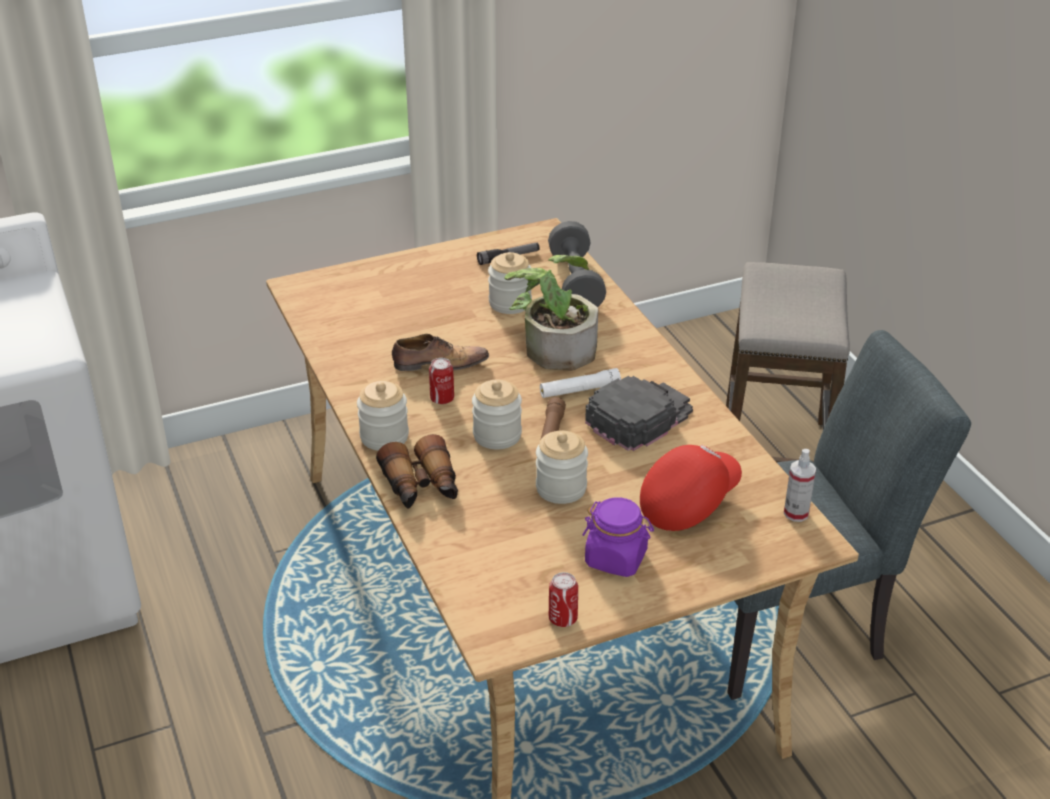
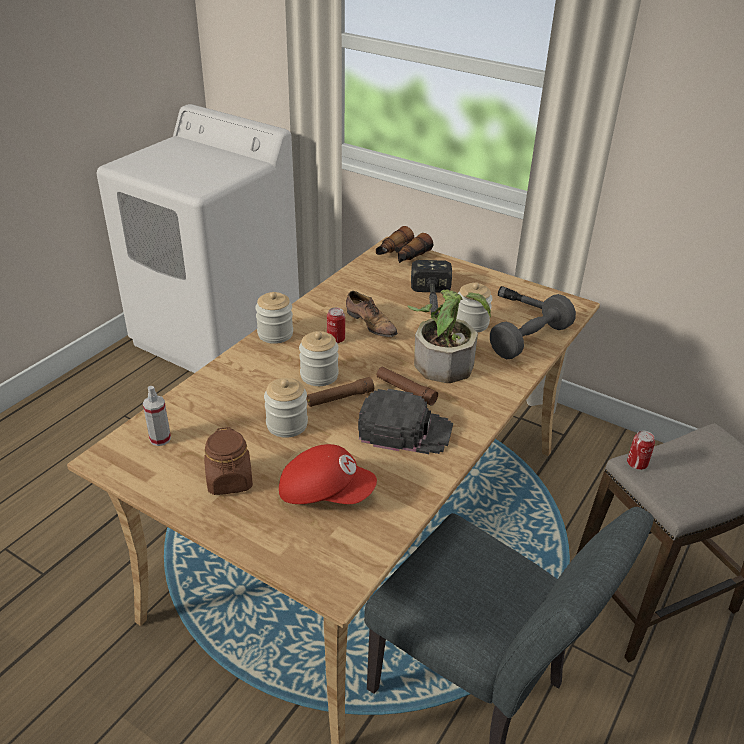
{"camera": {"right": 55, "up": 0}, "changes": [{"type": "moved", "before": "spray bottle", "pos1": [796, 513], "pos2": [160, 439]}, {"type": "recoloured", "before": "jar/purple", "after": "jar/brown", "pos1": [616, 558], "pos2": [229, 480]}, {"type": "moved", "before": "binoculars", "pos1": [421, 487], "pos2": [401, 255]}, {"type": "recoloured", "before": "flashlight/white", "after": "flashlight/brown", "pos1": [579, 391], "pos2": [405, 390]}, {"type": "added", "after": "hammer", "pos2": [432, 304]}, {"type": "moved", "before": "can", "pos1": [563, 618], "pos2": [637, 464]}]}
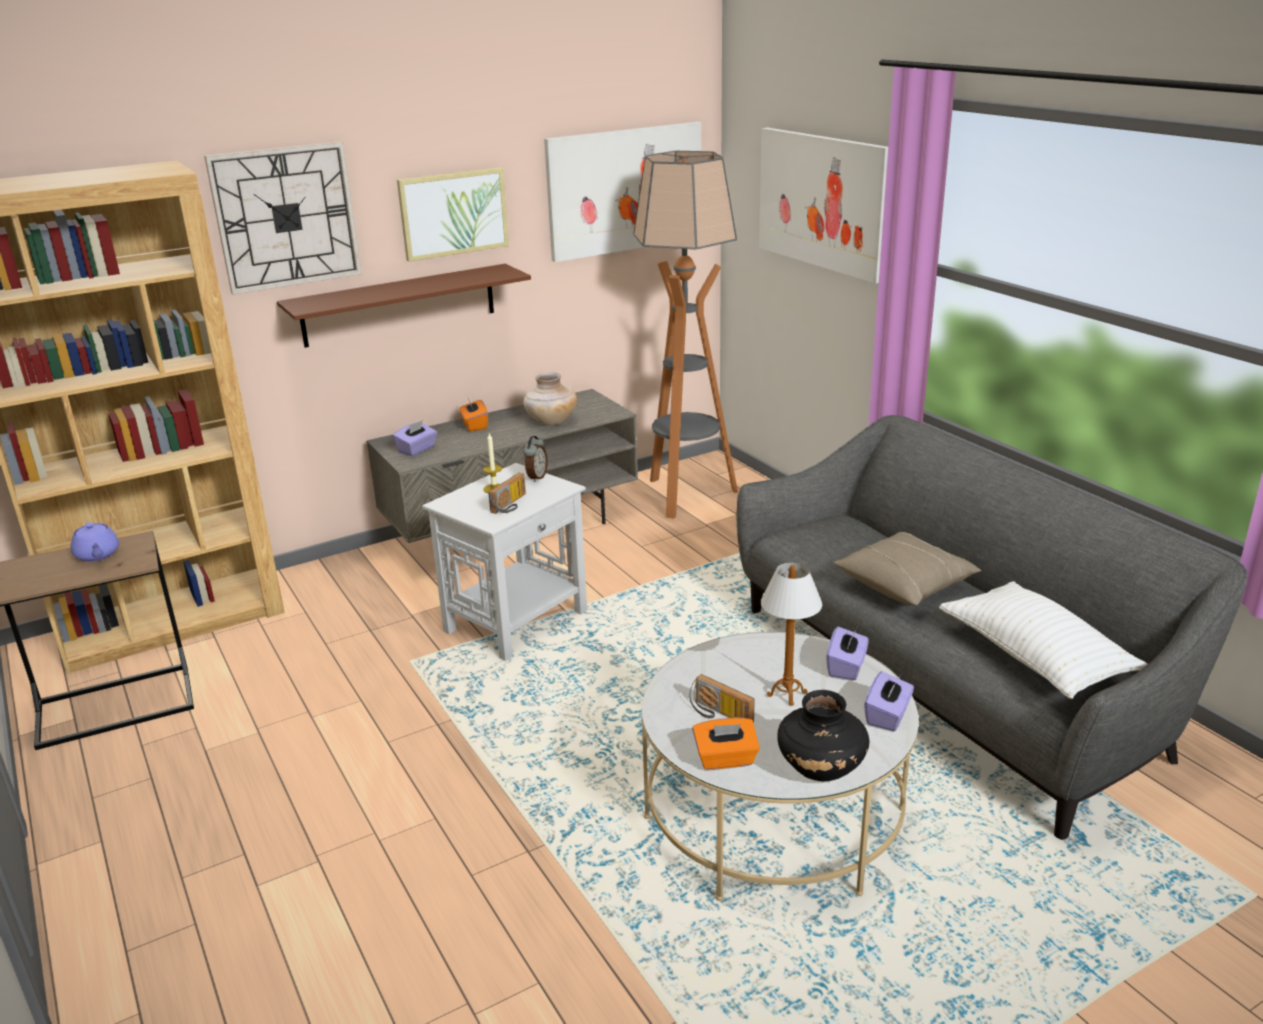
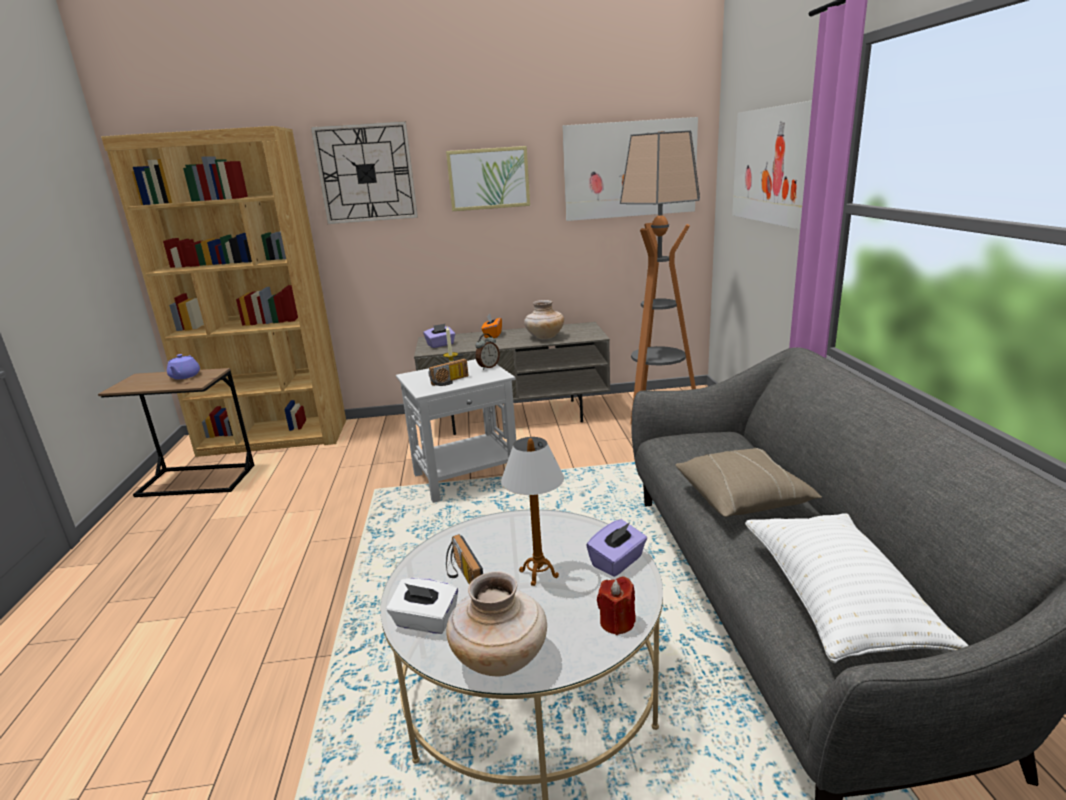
{"camera": {"right": 25, "up": -5}, "changes": [{"type": "recoloured", "before": "tissue box/orange", "after": "tissue box/white", "pos1": [725, 759], "pos2": [425, 621]}, {"type": "recoloured", "before": "vase/black", "after": "vase/beige", "pos1": [820, 768], "pos2": [500, 659]}, {"type": "replaced", "before": "tissue box/purple", "after": "candle/red", "pos1": [888, 716], "pos2": [617, 622]}, {"type": "removed", "before": "shelf/brown", "pos1": [399, 305]}]}
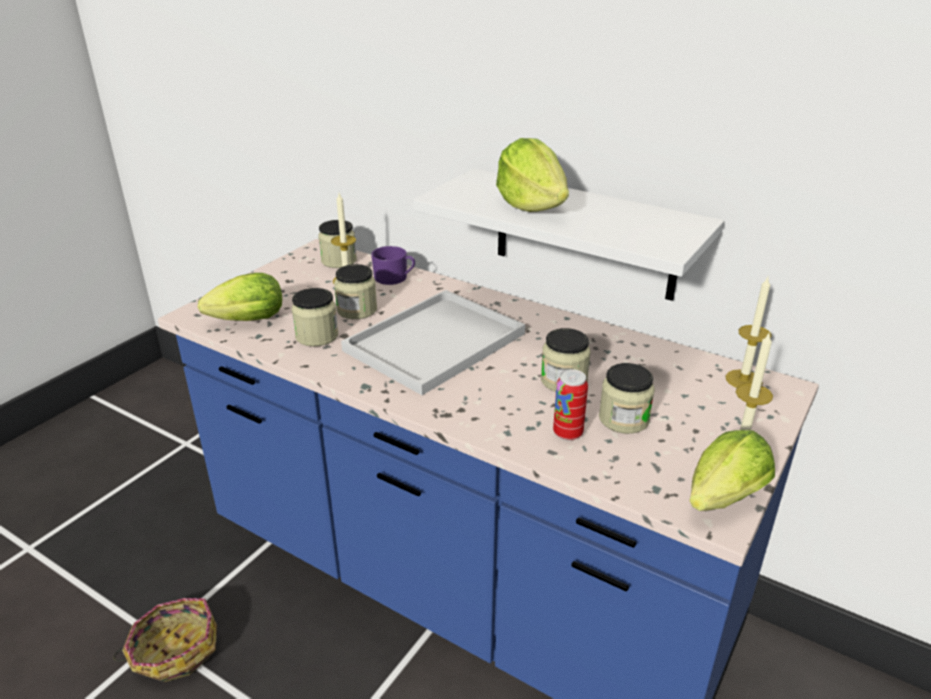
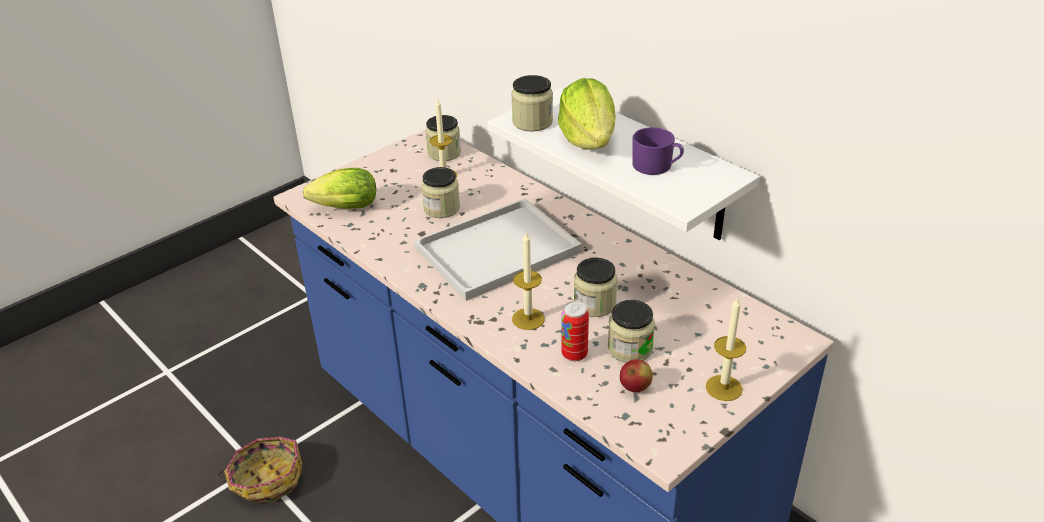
{"camera": {"right": 15, "up": 5}, "changes": [{"type": "moved", "before": "jar", "pos1": [317, 336], "pos2": [532, 122]}, {"type": "moved", "before": "candle", "pos1": [743, 380], "pos2": [528, 319]}, {"type": "added", "after": "apple", "pos2": [635, 388]}, {"type": "moved", "before": "mug/purple", "pos1": [394, 278], "pos2": [656, 166]}, {"type": "removed", "before": "lettuce", "pos1": [720, 501]}]}
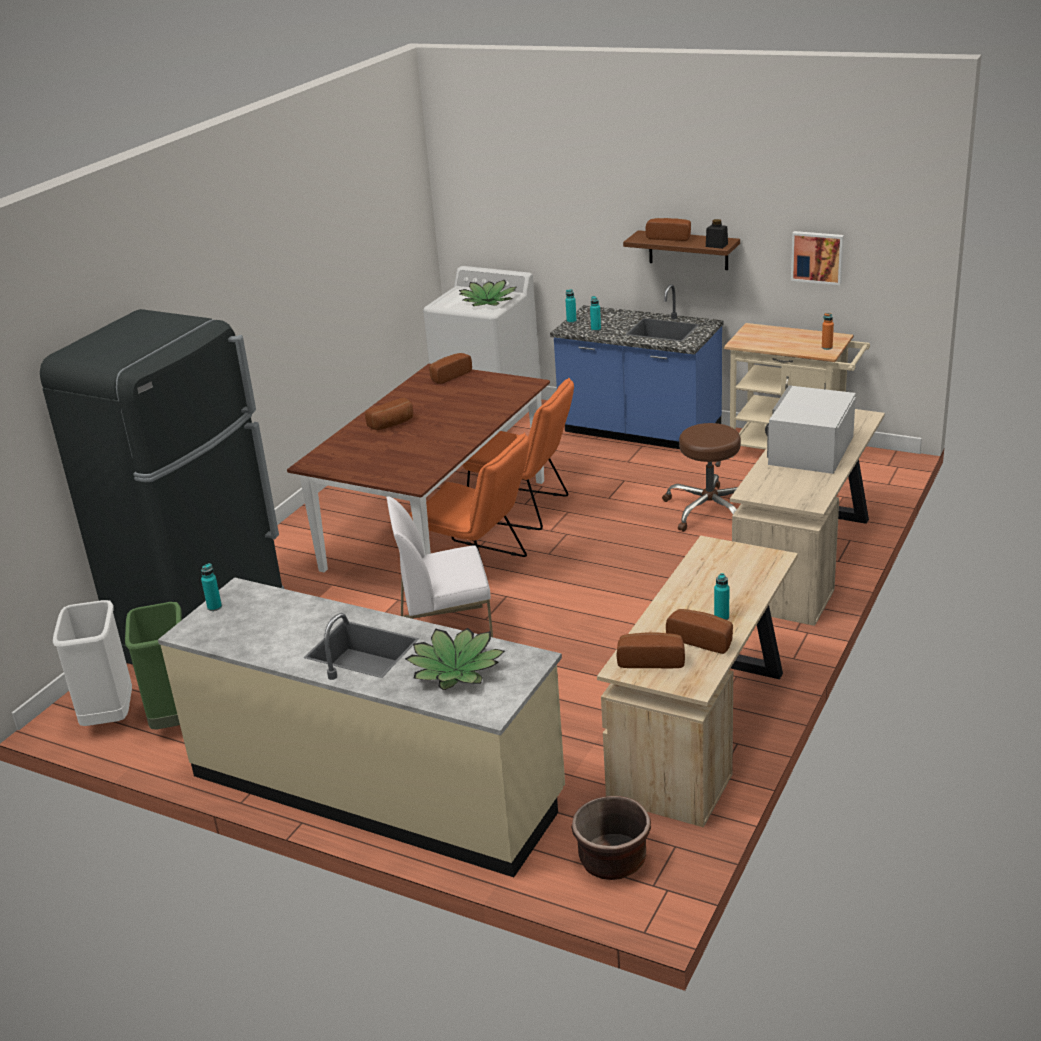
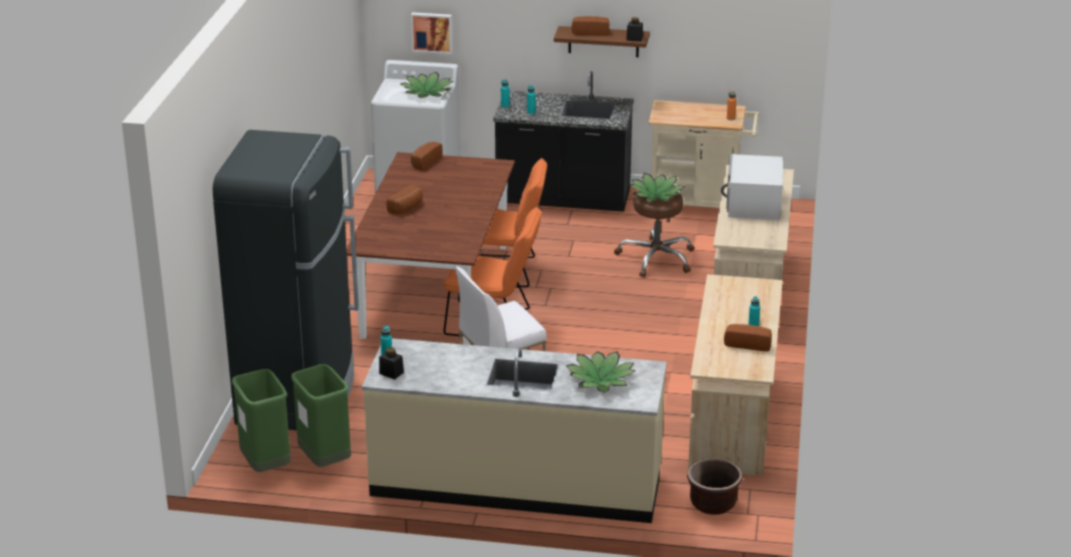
{"camera": {"right": -20, "up": 0}, "changes": [{"type": "recoloured", "before": "trash can/white", "after": "trash can/green", "pos1": [110, 718], "pos2": [266, 466]}, {"type": "added", "after": "jar/black", "pos2": [391, 373]}, {"type": "moved", "before": "picture", "pos1": [817, 257], "pos2": [432, 32]}, {"type": "recoloured", "before": "counter/blue", "after": "counter/black", "pos1": [639, 432], "pos2": [563, 198]}, {"type": "added", "after": "potted plant", "pos2": [656, 195]}, {"type": "removed", "before": "bread", "pos1": [651, 660]}]}
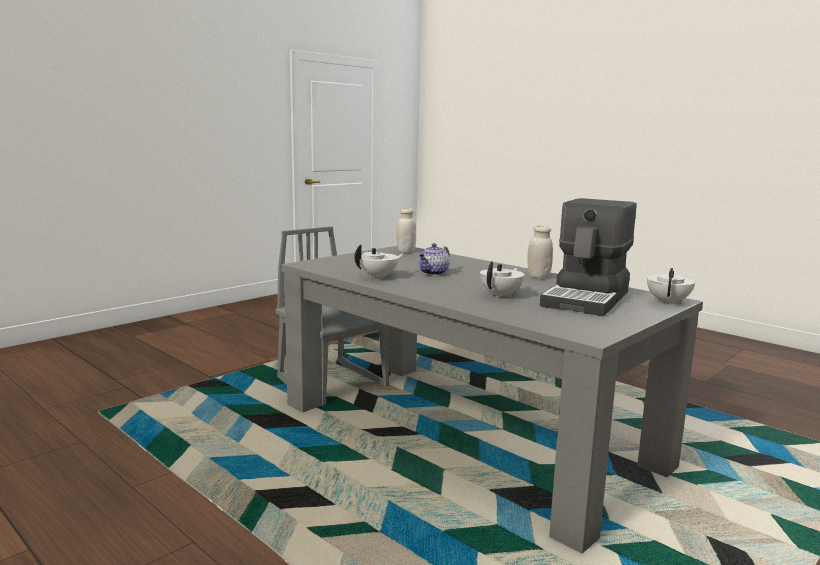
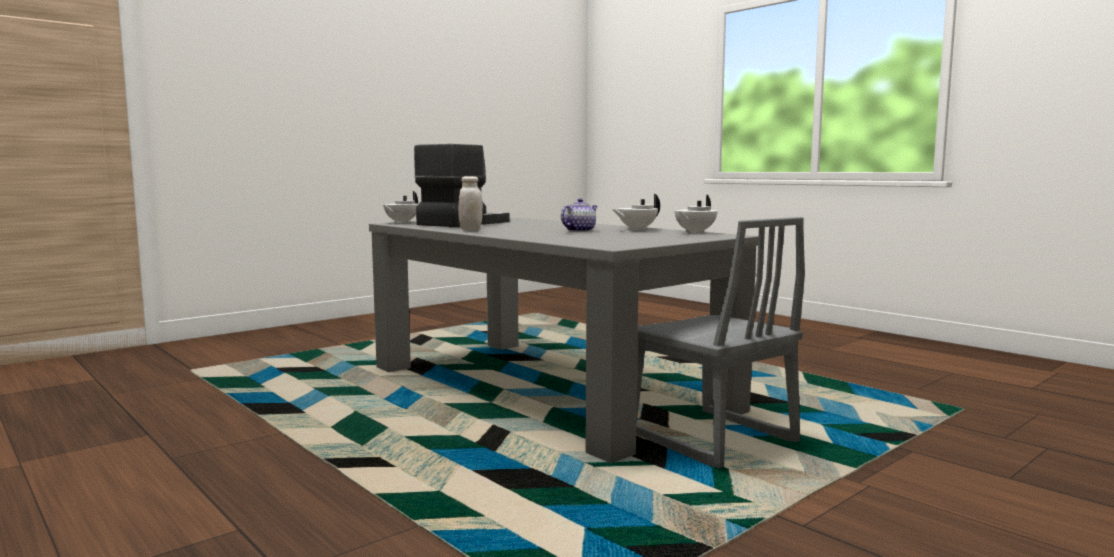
{"camera": {"right": -175, "up": -5}, "changes": [{"type": "moved", "before": "teapot/white", "pos1": [501, 295], "pos2": [694, 232]}, {"type": "removed", "before": "jar/white", "pos1": [406, 251]}]}
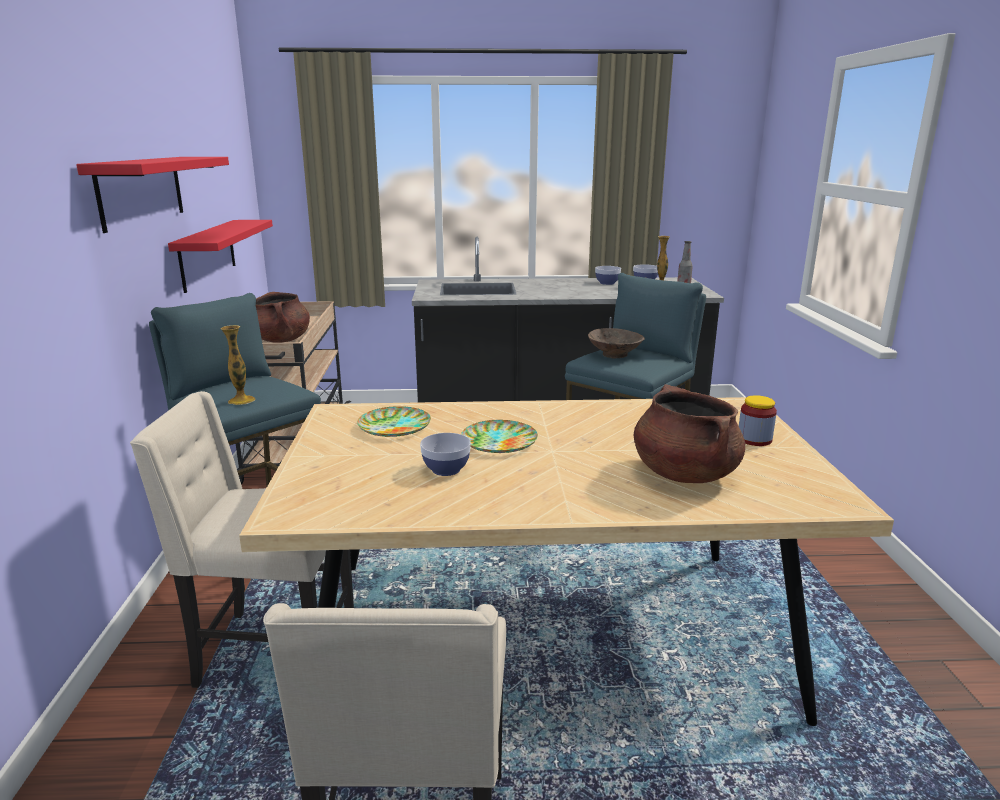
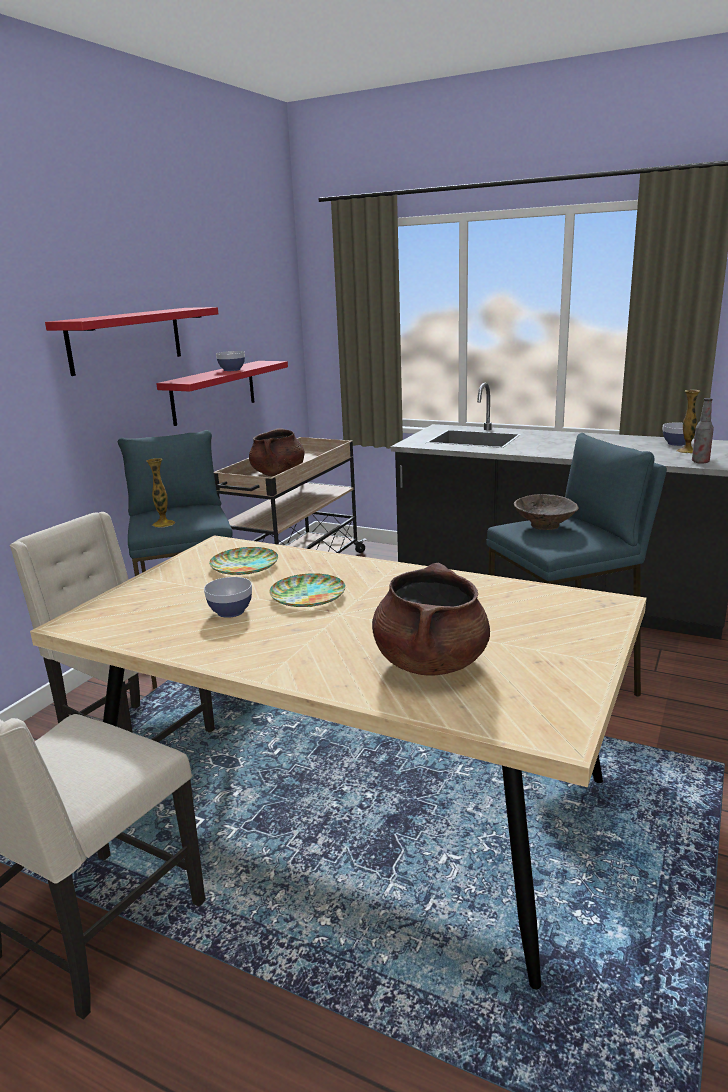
{"camera": {"right": 30, "up": 0}, "changes": [{"type": "moved", "before": "bowl", "pos1": [607, 283], "pos2": [232, 370]}, {"type": "removed", "before": "jar", "pos1": [754, 439]}]}
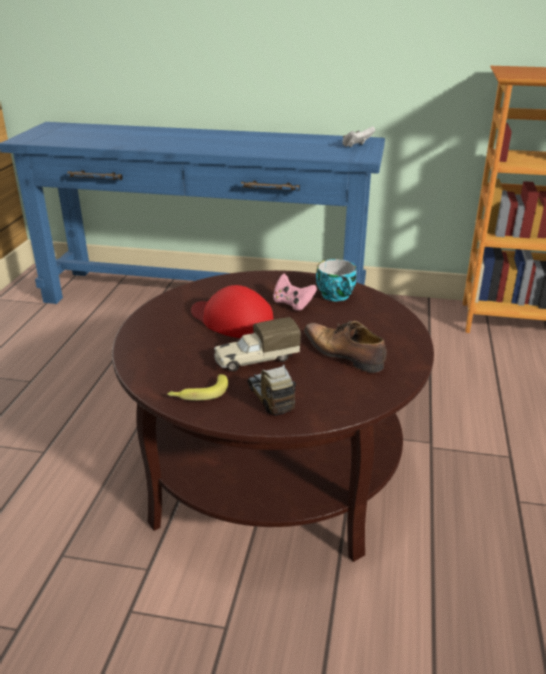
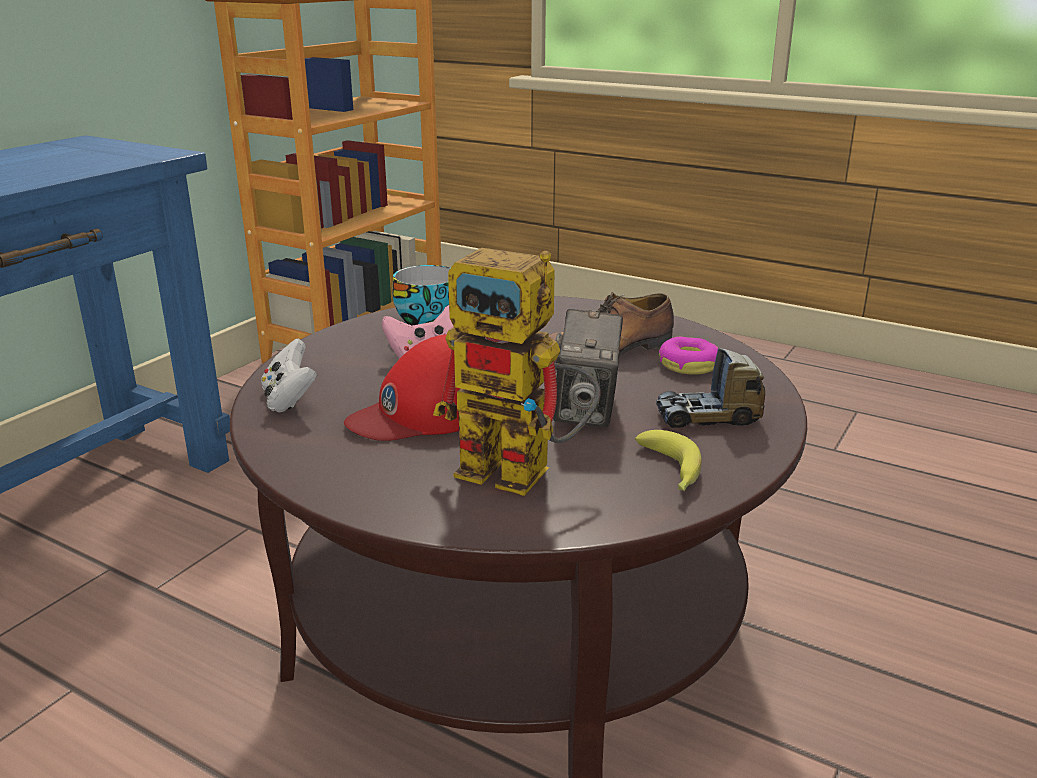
{"camera": {"right": -70, "up": -5}, "changes": [{"type": "moved", "before": "game controller/white", "pos1": [356, 146], "pos2": [289, 399]}, {"type": "added", "after": "toy robot", "pos2": [524, 473]}, {"type": "replaced", "before": "toy truck", "after": "photo camera", "pos1": [255, 359], "pos2": [586, 411]}, {"type": "added", "after": "donut", "pos2": [688, 365]}]}
